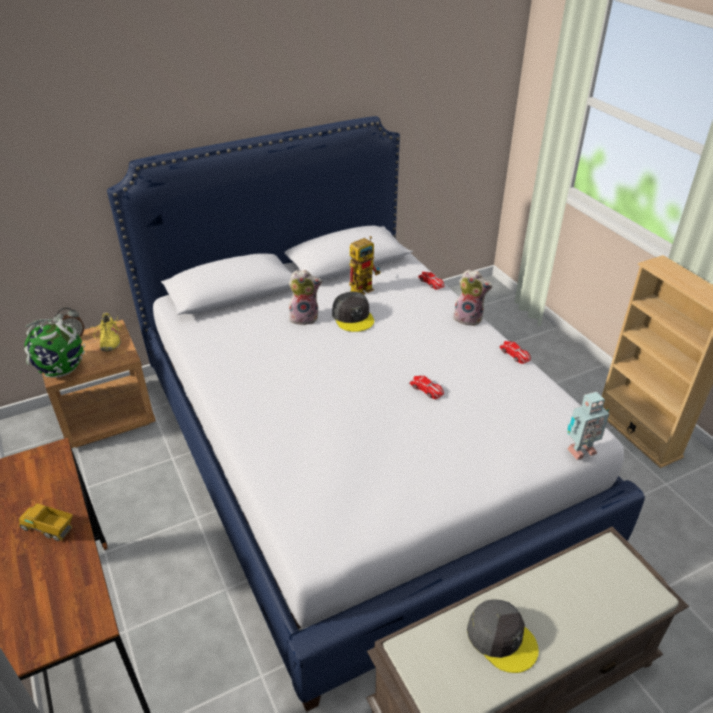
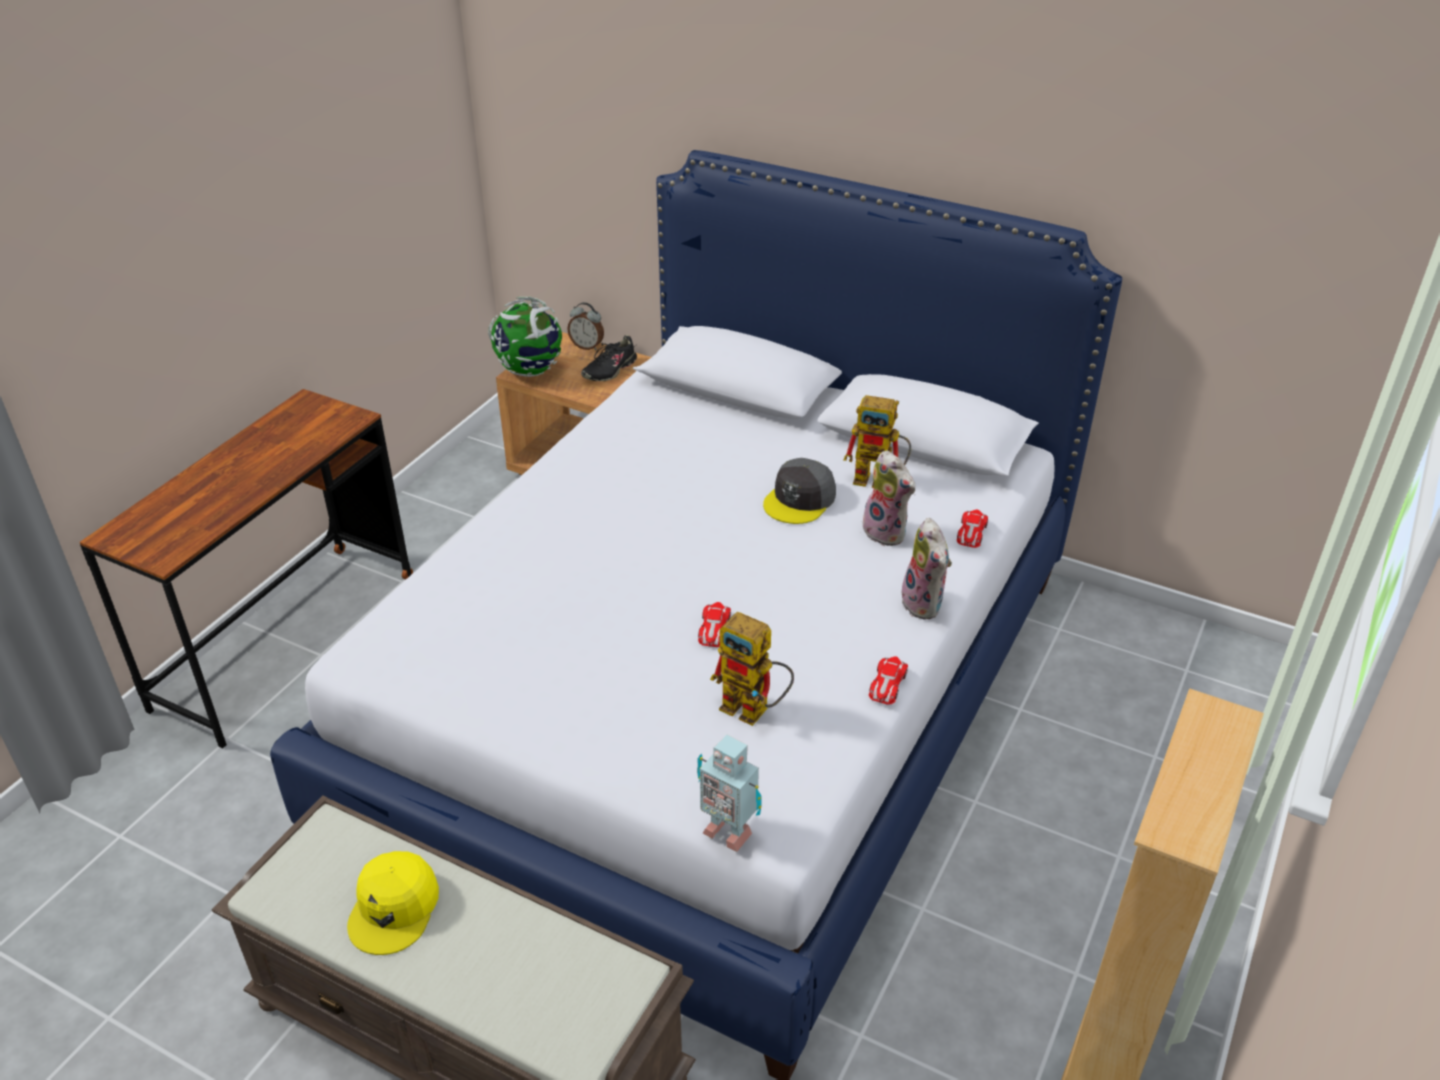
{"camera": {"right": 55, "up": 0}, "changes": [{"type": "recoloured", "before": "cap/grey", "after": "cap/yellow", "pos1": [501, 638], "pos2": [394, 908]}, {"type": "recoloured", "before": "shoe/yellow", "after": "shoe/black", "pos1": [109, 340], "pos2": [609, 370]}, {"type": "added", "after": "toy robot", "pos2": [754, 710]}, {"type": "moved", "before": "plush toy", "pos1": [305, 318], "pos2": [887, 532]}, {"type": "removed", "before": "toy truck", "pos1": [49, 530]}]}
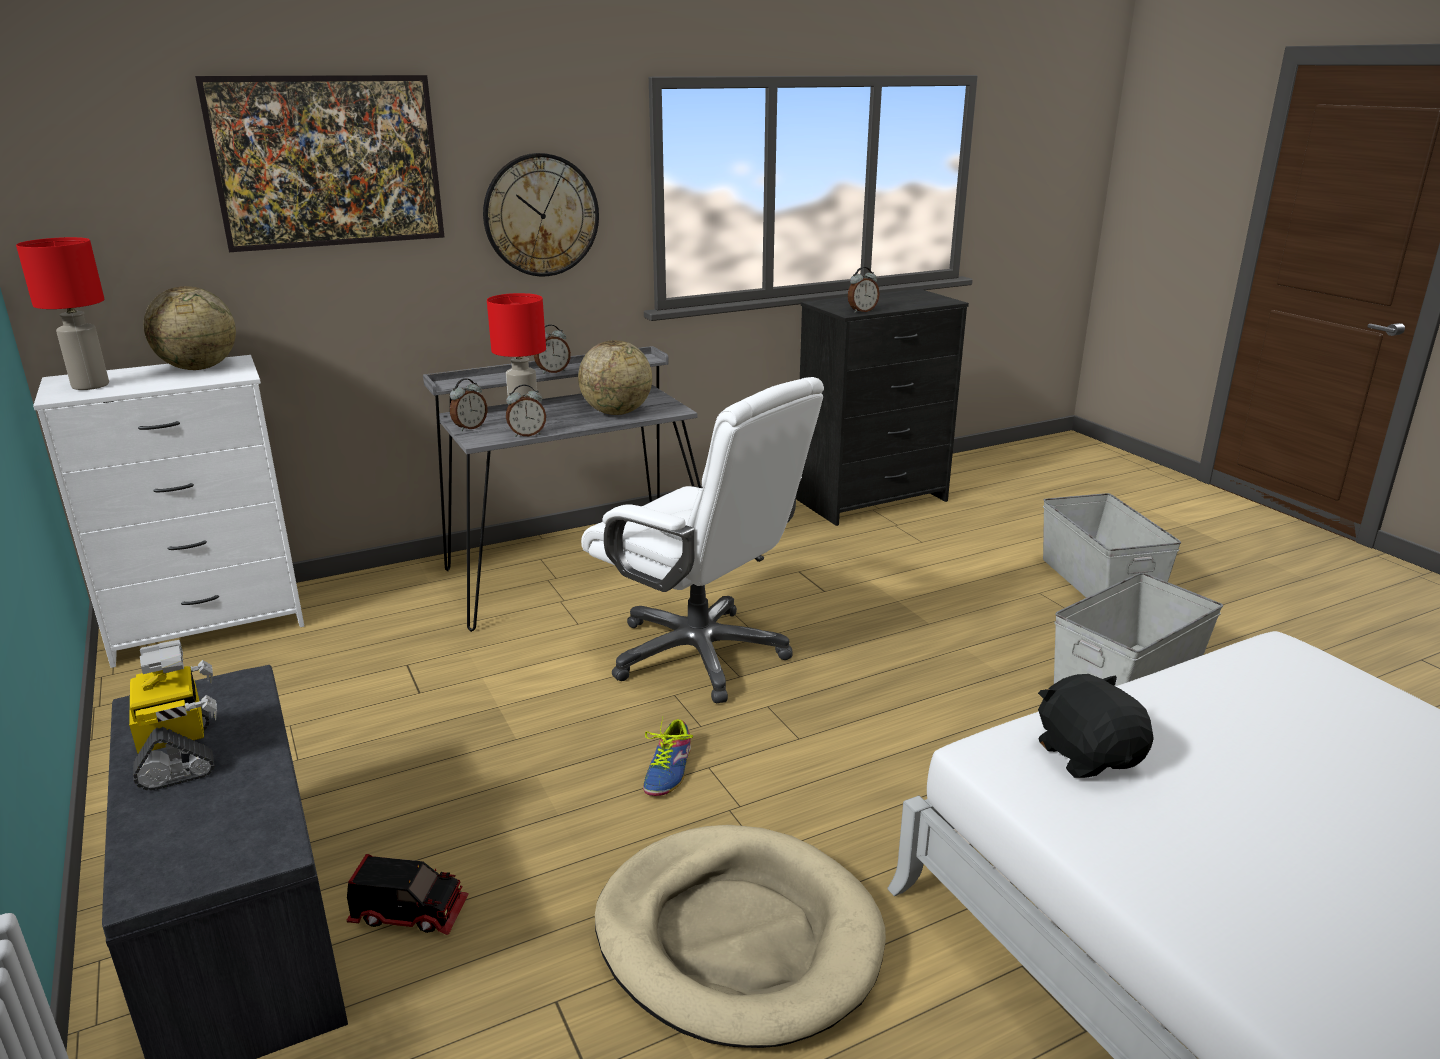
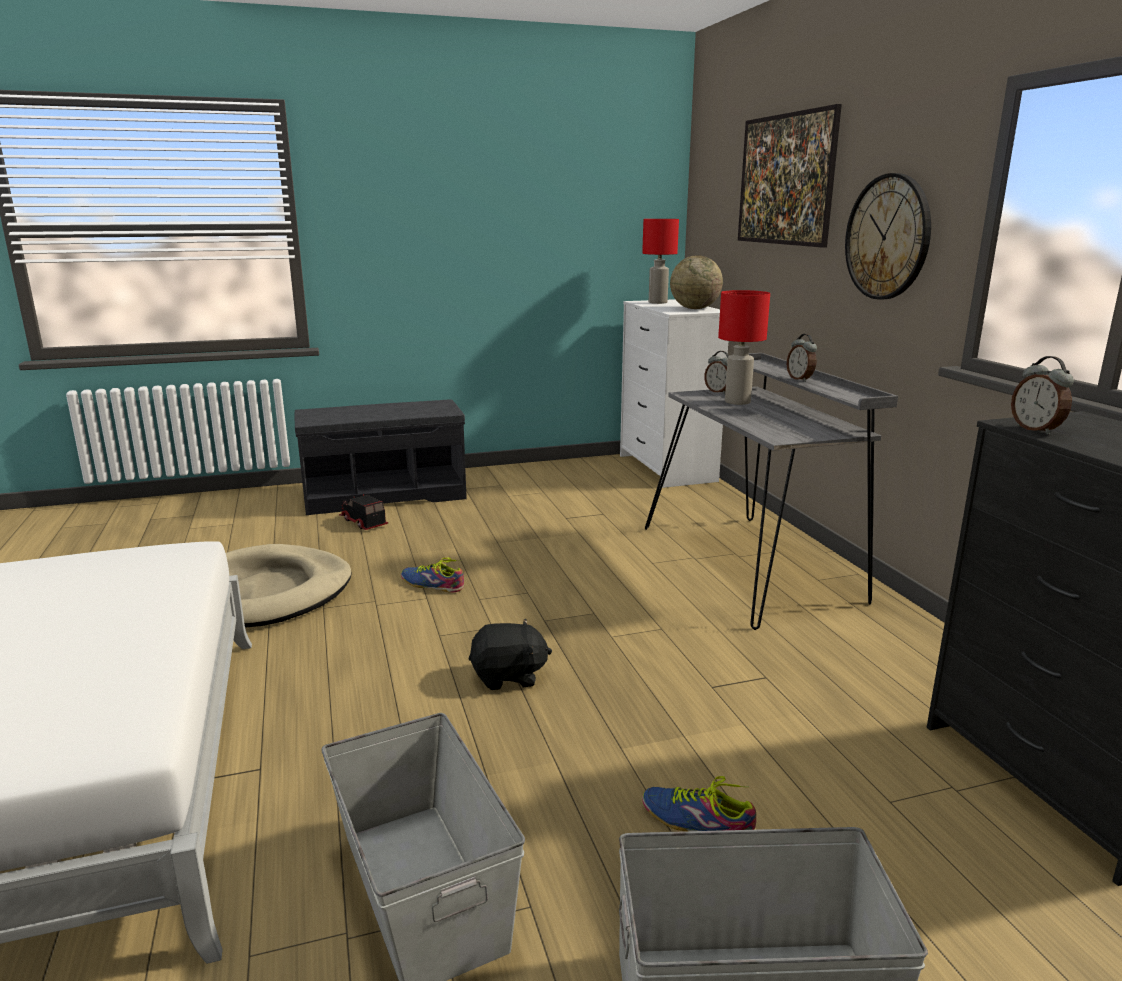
{"camera": {"right": 100, "up": -5}, "changes": [{"type": "turned", "before": "toy truck", "pos1": [410, 912], "pos2": [363, 522], "turn": 120}, {"type": "moved", "before": "plush toy/black", "pos1": [1088, 755], "pos2": [508, 676]}, {"type": "added", "after": "shoe", "pos2": [697, 822]}, {"type": "removed", "before": "toy robot", "pos1": [179, 754]}, {"type": "removed", "before": "alarm clock", "pos1": [527, 434]}, {"type": "removed", "before": "globe", "pos1": [616, 413]}, {"type": "removed", "before": "office chair/white", "pos1": [700, 654]}]}
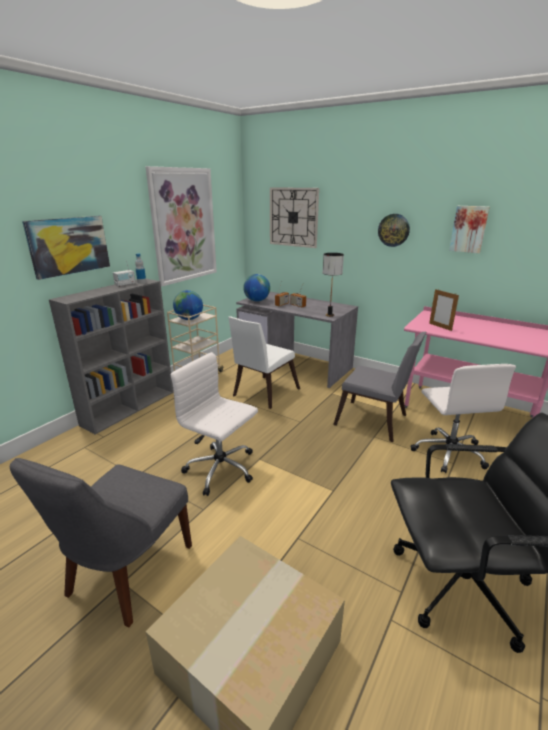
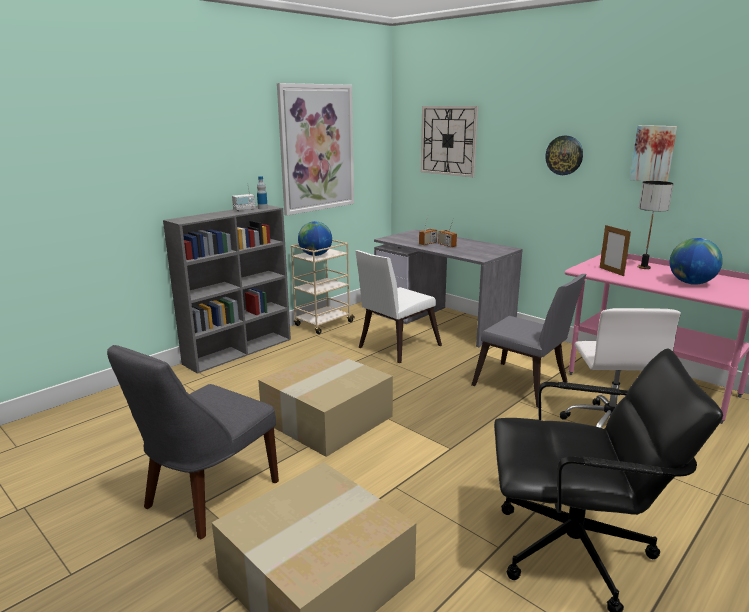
{"camera": {"right": 10, "up": -5}, "changes": [{"type": "replaced", "before": "office chair/white", "after": "cardboard box", "pos1": [221, 469], "pos2": [327, 417]}, {"type": "moved", "before": "table lamp", "pos1": [330, 315], "pos2": [644, 267]}, {"type": "moved", "before": "globe", "pos1": [257, 301], "pos2": [691, 283]}, {"type": "removed", "before": "picture", "pos1": [69, 245]}]}
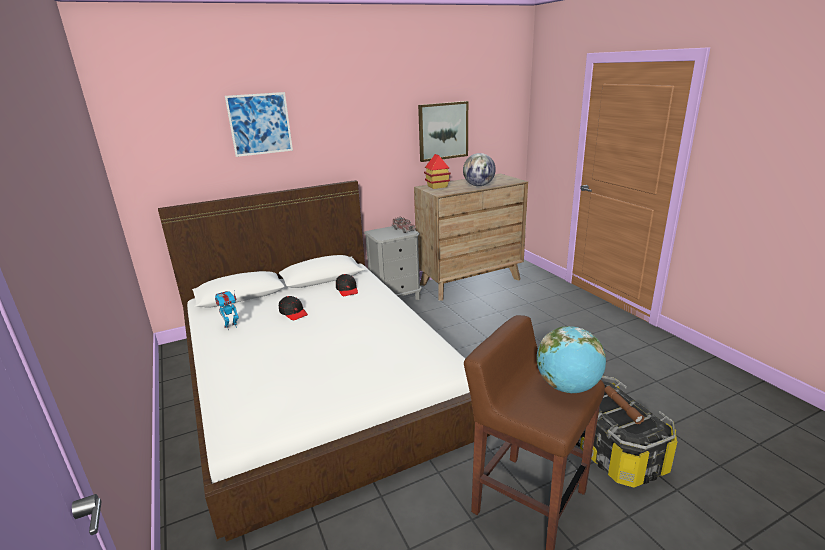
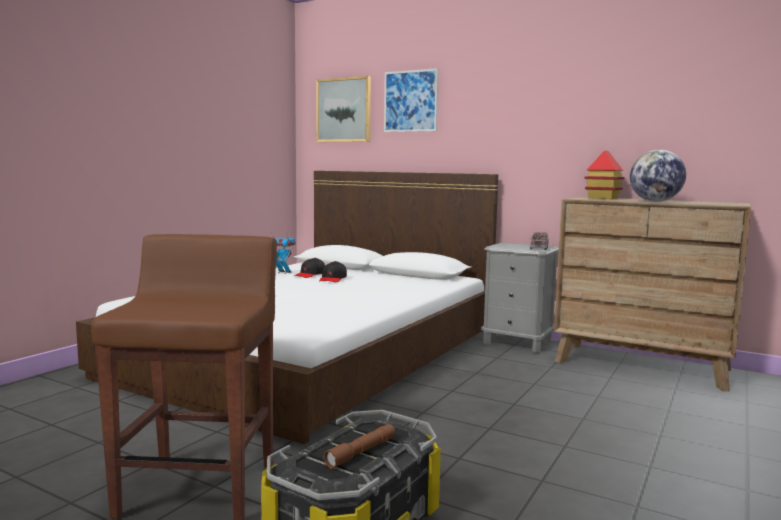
{"camera": {"right": 55, "up": -15}, "changes": [{"type": "moved", "before": "cap/black", "pos1": [347, 289], "pos2": [310, 275]}, {"type": "moved", "before": "picture", "pos1": [443, 131], "pos2": [344, 110]}, {"type": "removed", "before": "globe", "pos1": [567, 387]}]}
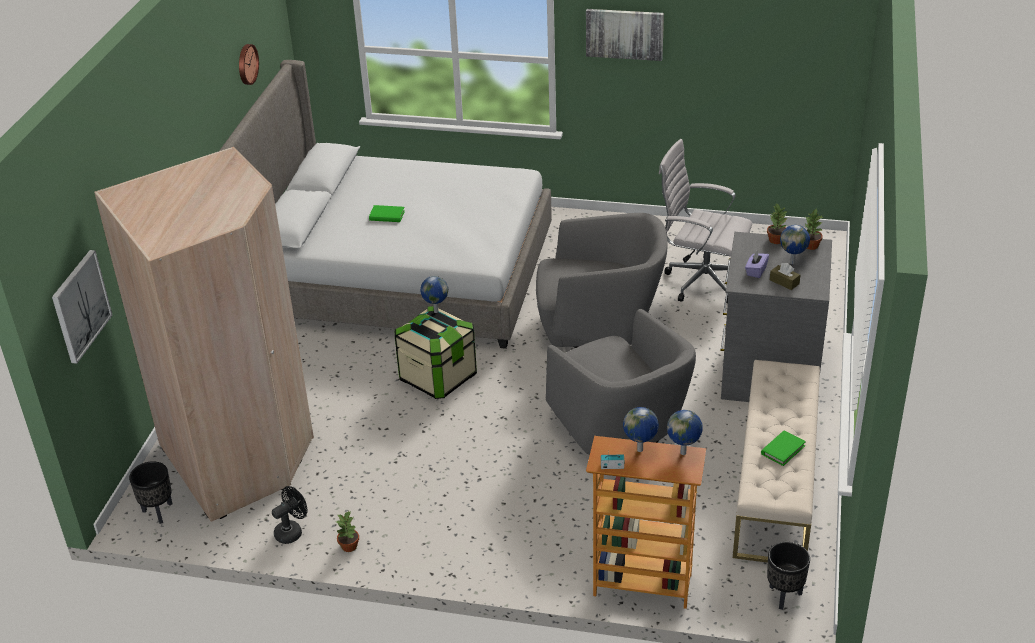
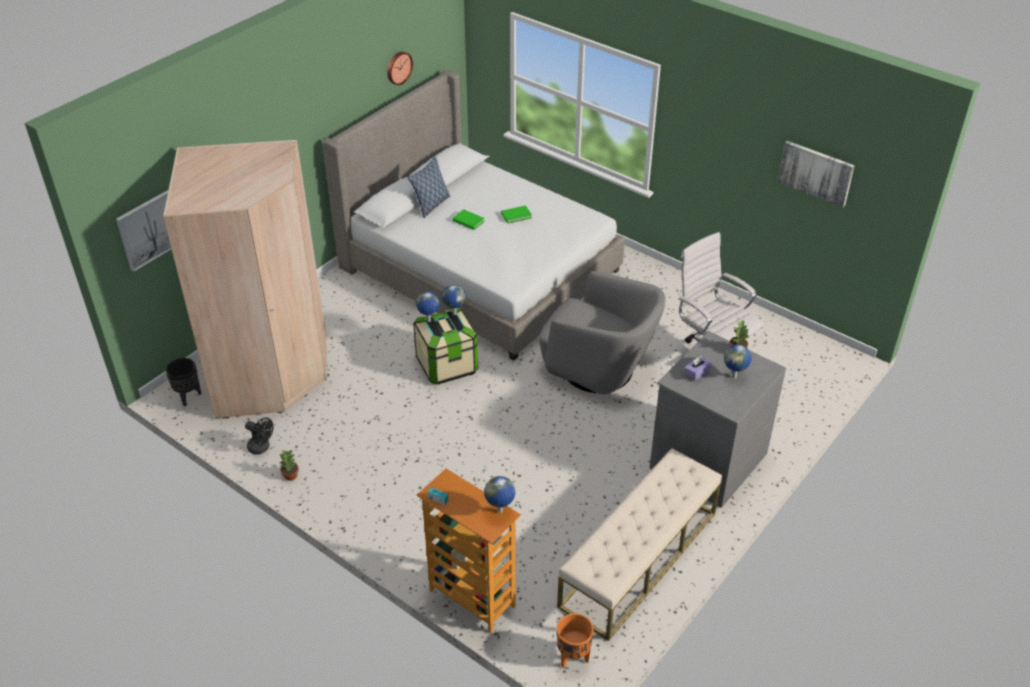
{"camera": {"right": 25, "up": 5}, "changes": [{"type": "turned", "before": "fan/black", "pos1": [292, 531], "pos2": [261, 448], "turn": 45}, {"type": "added", "after": "pillow", "pos2": [431, 205]}, {"type": "moved", "before": "globe", "pos1": [640, 450], "pos2": [429, 321]}, {"type": "moved", "before": "book/green", "pos1": [783, 450], "pos2": [516, 216]}, {"type": "recoloured", "before": "planter/black", "after": "planter/orange", "pos1": [784, 596], "pos2": [573, 657]}, {"type": "moved", "before": "picture", "pos1": [624, 33], "pos2": [816, 172]}, {"type": "removed", "before": "armchair/grey", "pos1": [617, 431]}, {"type": "removed", "before": "tissue box/brown", "pos1": [784, 282]}, {"type": "removed", "before": "potted plant", "pos1": [810, 246]}]}
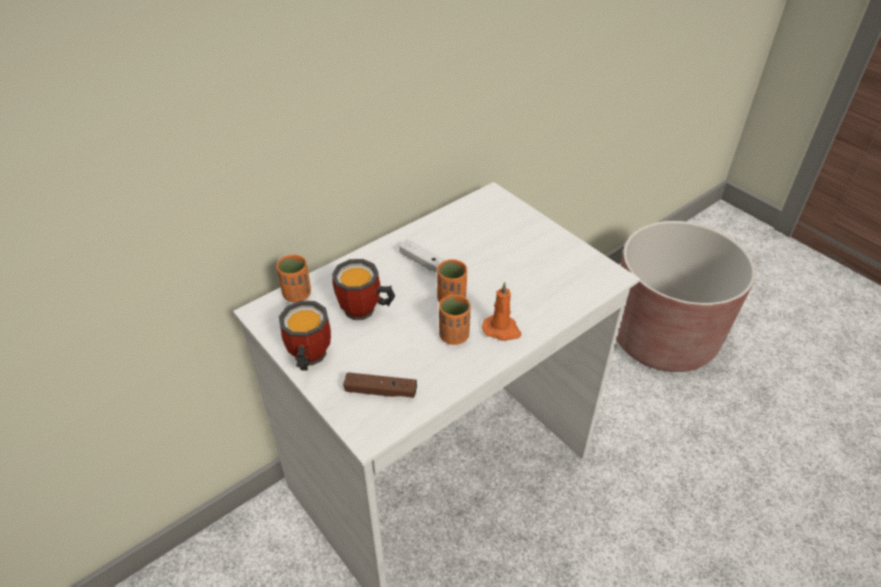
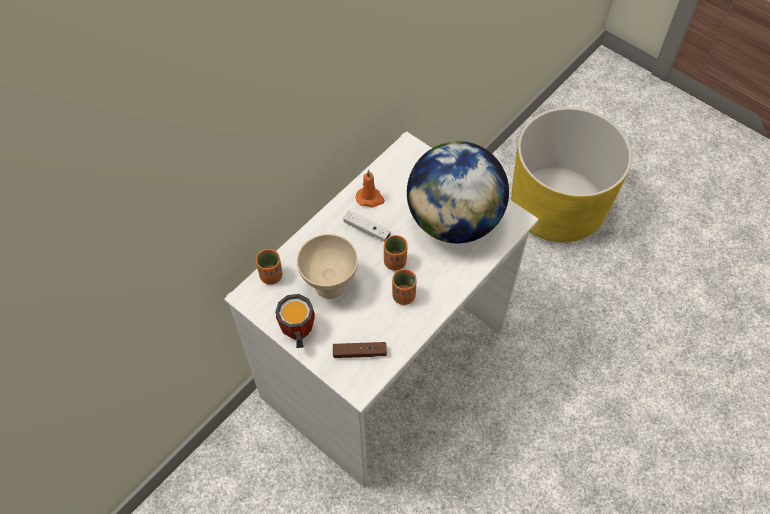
{"camera": {"right": -10, "up": 15}, "changes": [{"type": "replaced", "before": "mug", "after": "bowl/beige", "pos1": [364, 312], "pos2": [329, 284]}, {"type": "moved", "before": "candle/orange", "pos1": [502, 330], "pos2": [370, 198]}, {"type": "added", "after": "globe", "pos2": [454, 220]}, {"type": "recoloured", "before": "planter/brown", "after": "planter/yellow", "pos1": [663, 338], "pos2": [557, 208]}]}
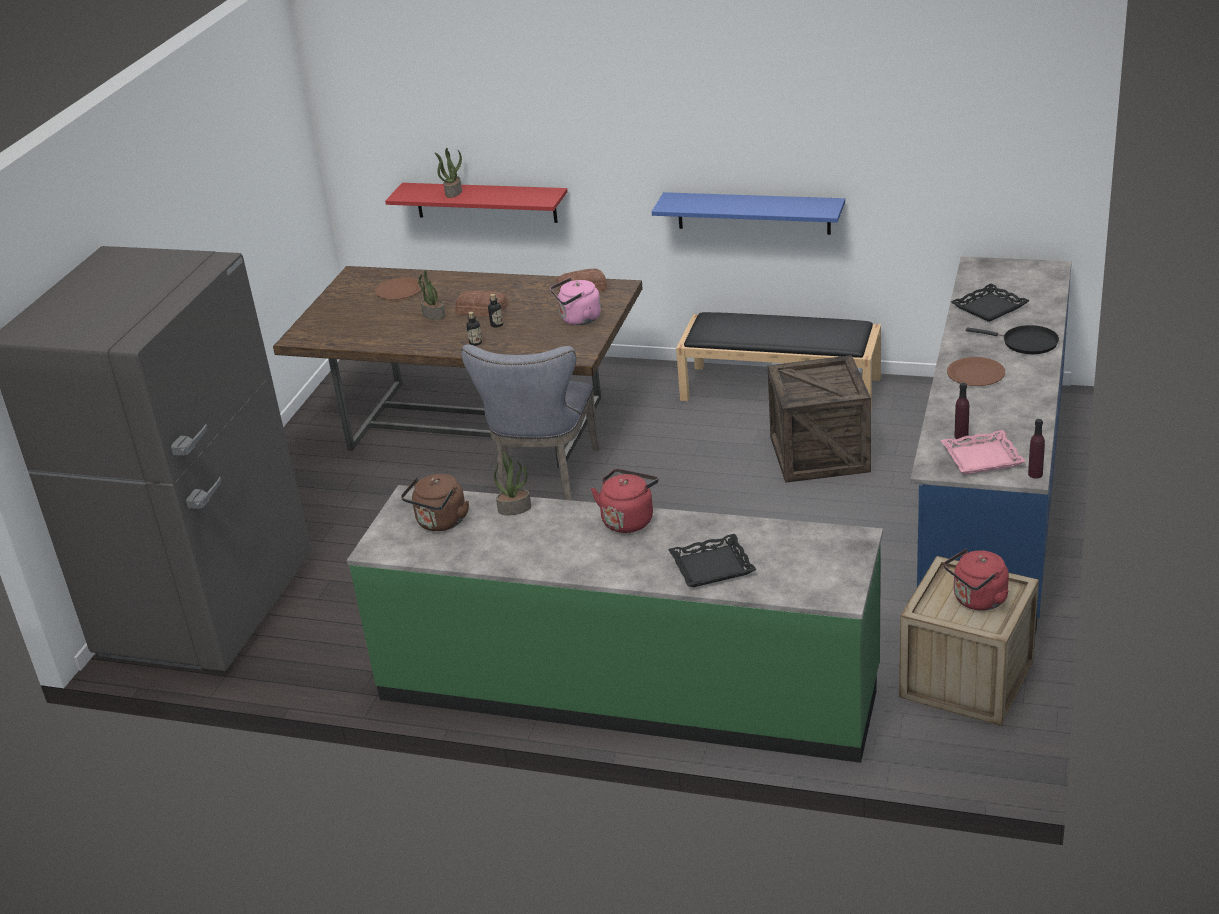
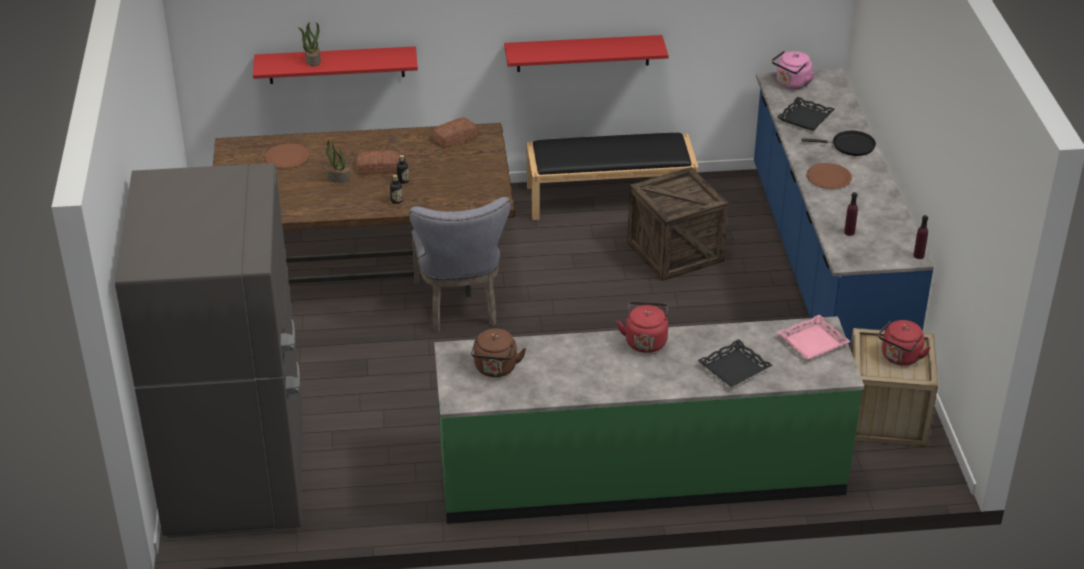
{"camera": {"right": -25, "up": 5}, "changes": [{"type": "recoloured", "before": "shelf/blue", "after": "shelf/red", "pos1": [753, 213], "pos2": [583, 53]}, {"type": "moved", "before": "kettle/pink", "pos1": [578, 319], "pos2": [791, 84]}, {"type": "moved", "before": "tray/pink", "pos1": [982, 458], "pos2": [813, 342]}, {"type": "removed", "before": "potted plant", "pos1": [515, 508]}]}
